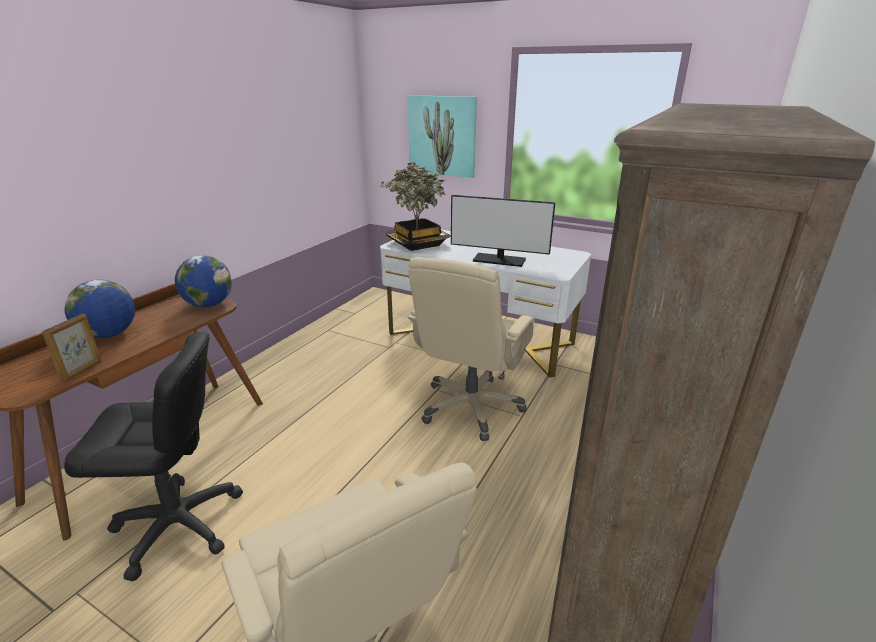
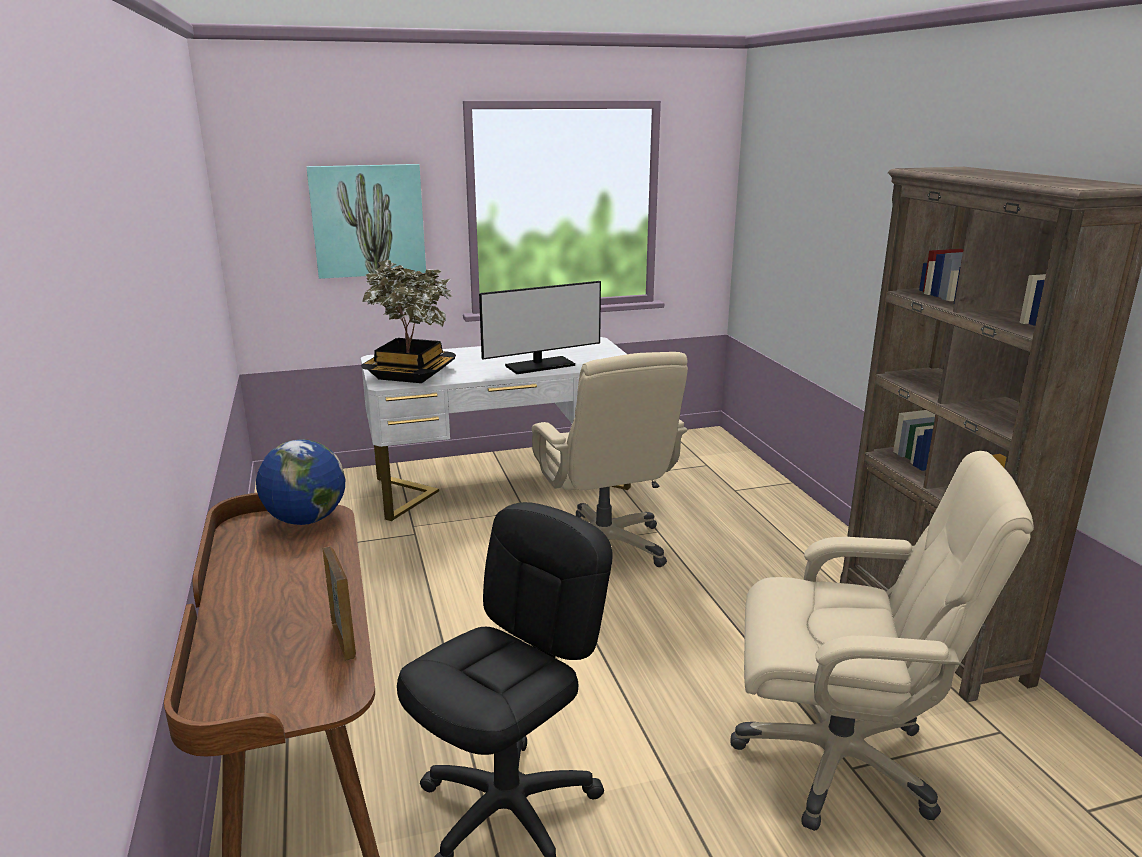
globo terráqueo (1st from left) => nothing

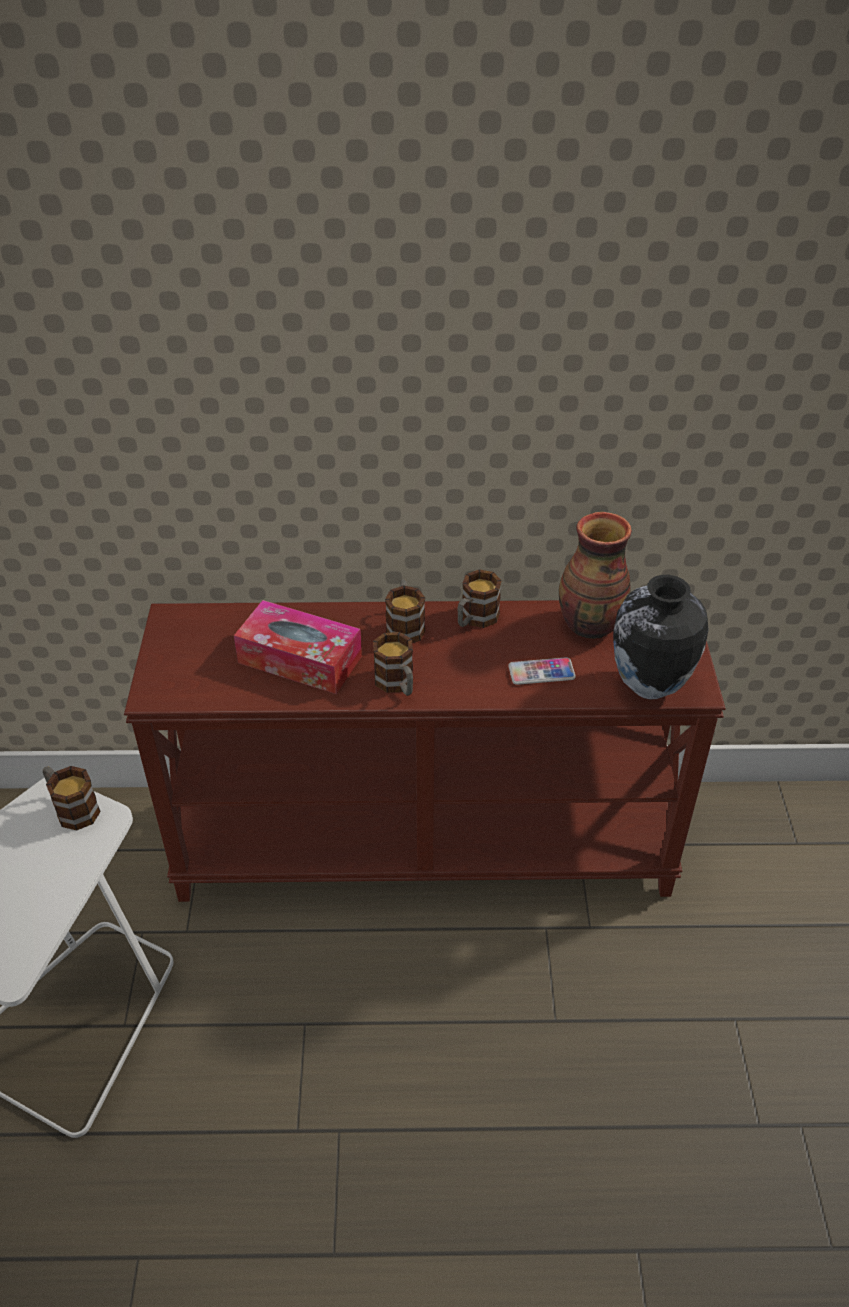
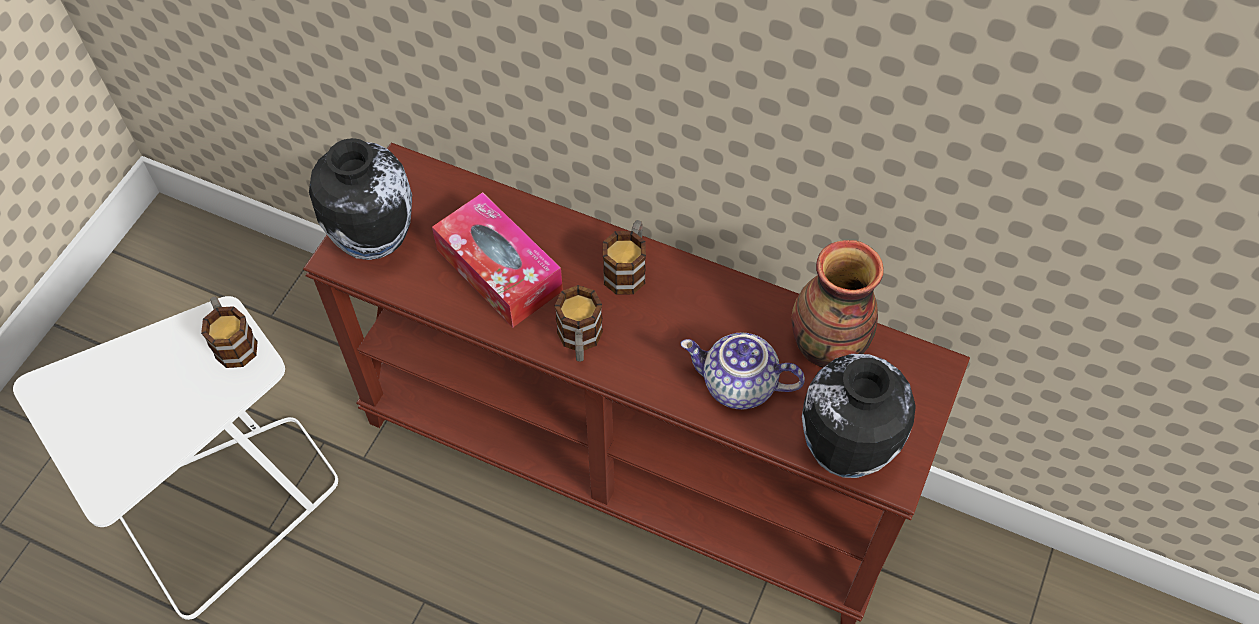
taza grande (4th from left) => nothing
móvil => tetera
nothing => florero (1st from left)

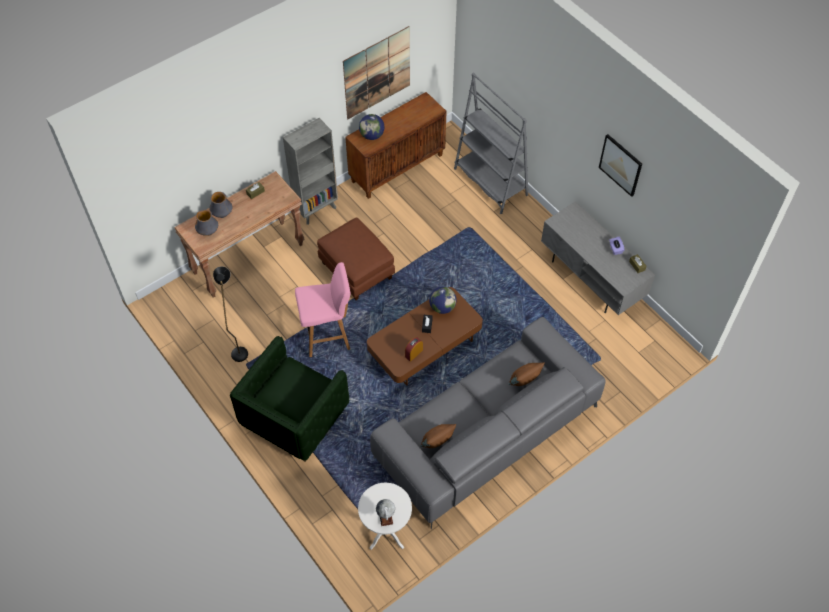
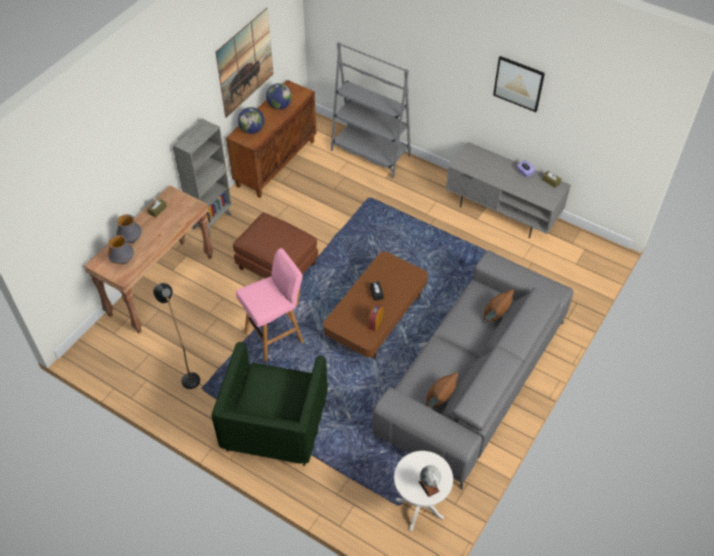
globo terráqueo (3rd from left in the first image) => globo terráqueo (2nd from left), move

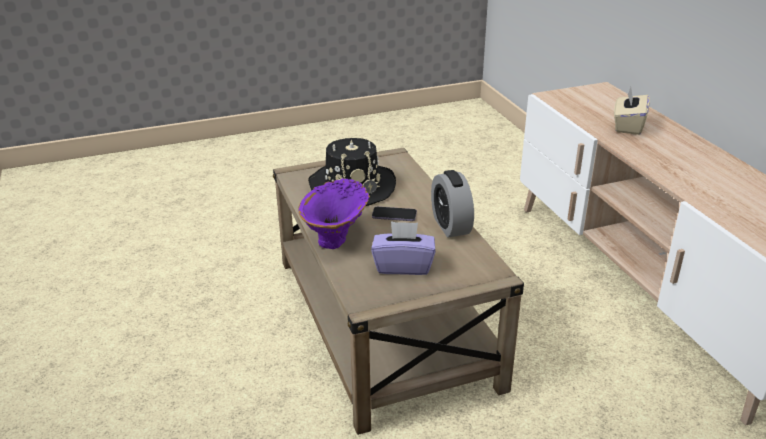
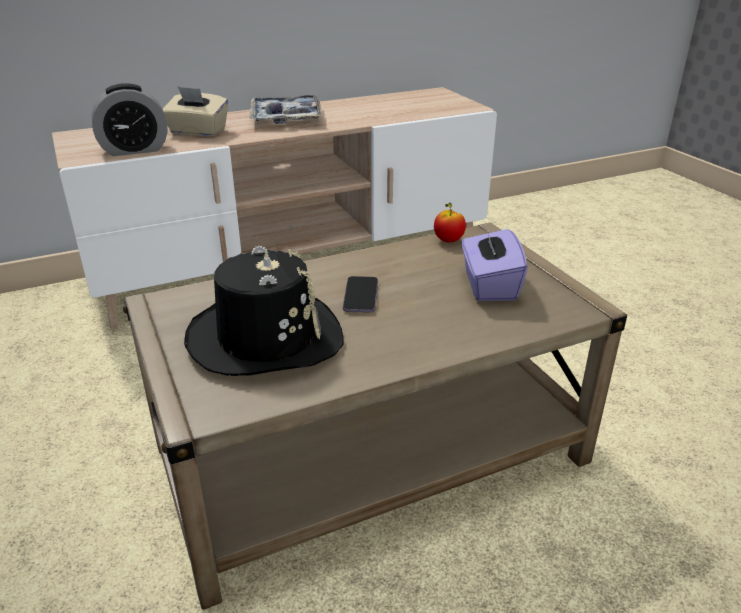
despertador, move
florero [morado] => nothing
nothing => bandeja
nothing => manzana

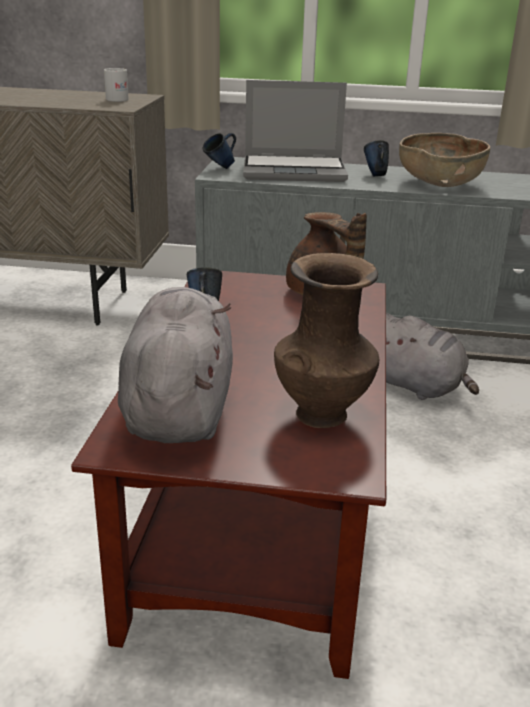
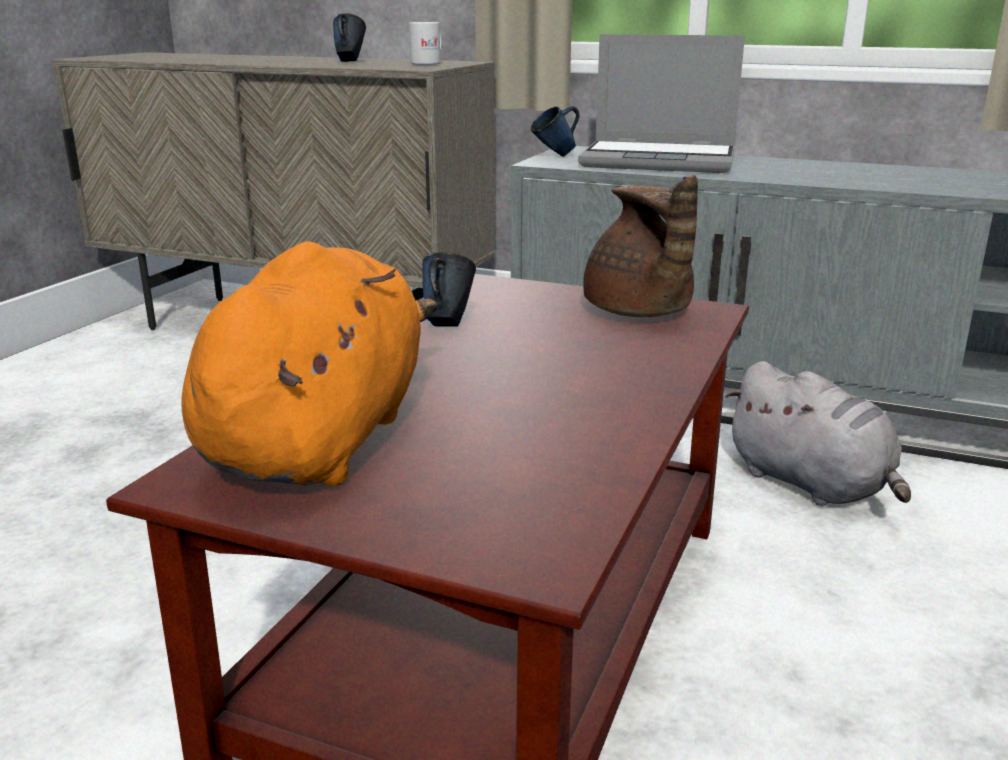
cuenco [marrón] => nothing
taza grande [azul] (3rd from left in the first image) => taza grande [azul] (1st from left), move
florero [marrón] => nothing
peluche [gris] (1st from left) => peluche [naranja]

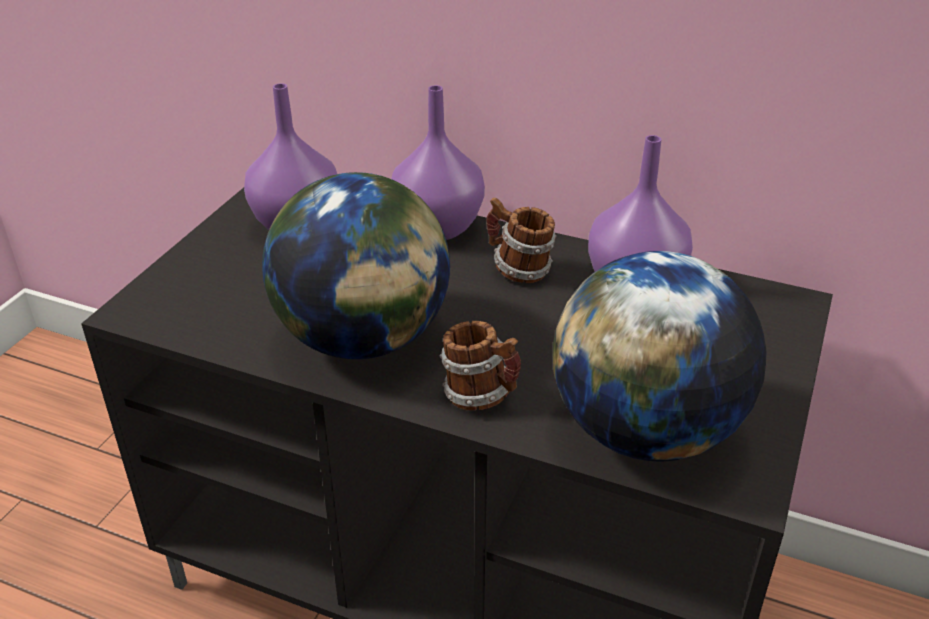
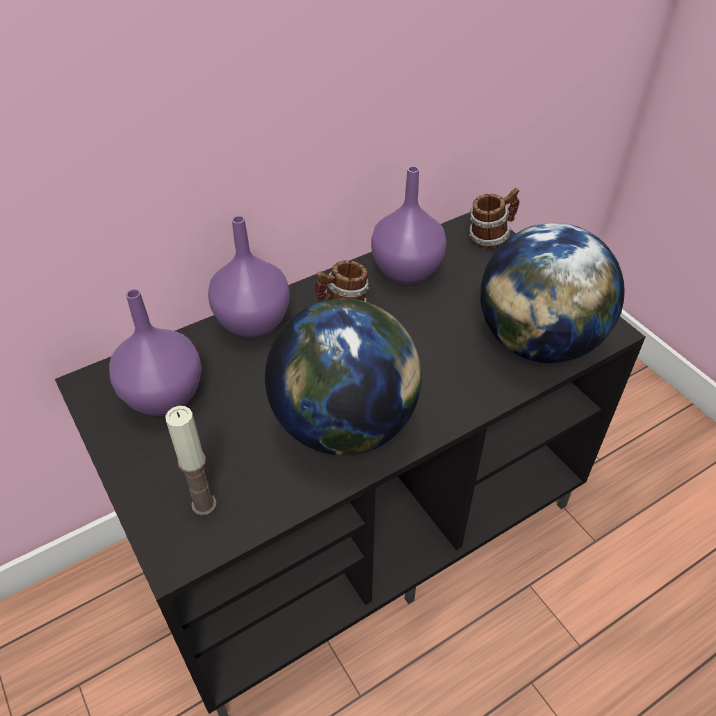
taza grande (1st from left in the first image) => taza grande (2nd from left), move
nothing => vela

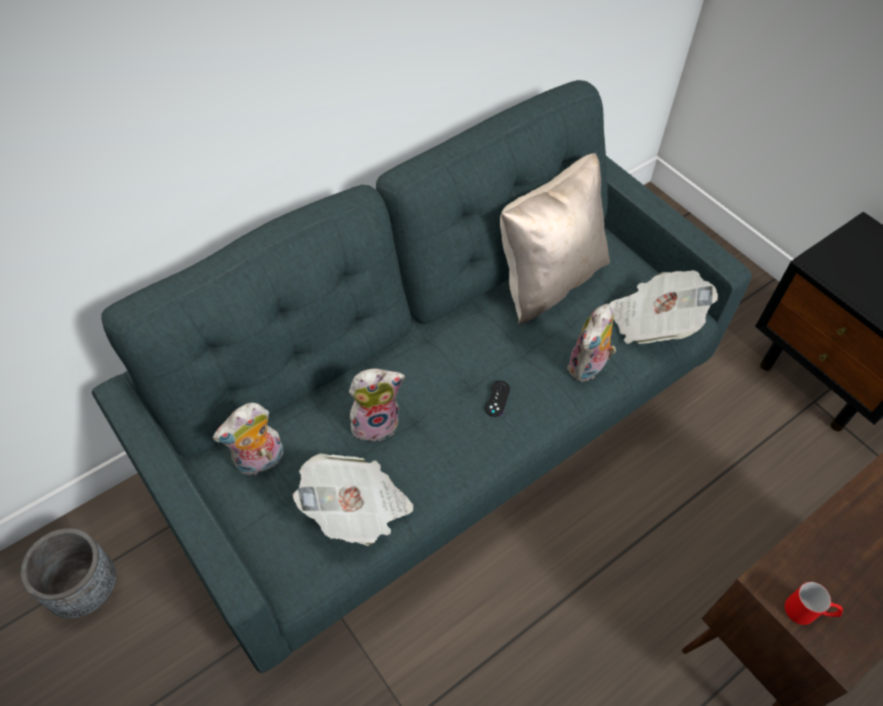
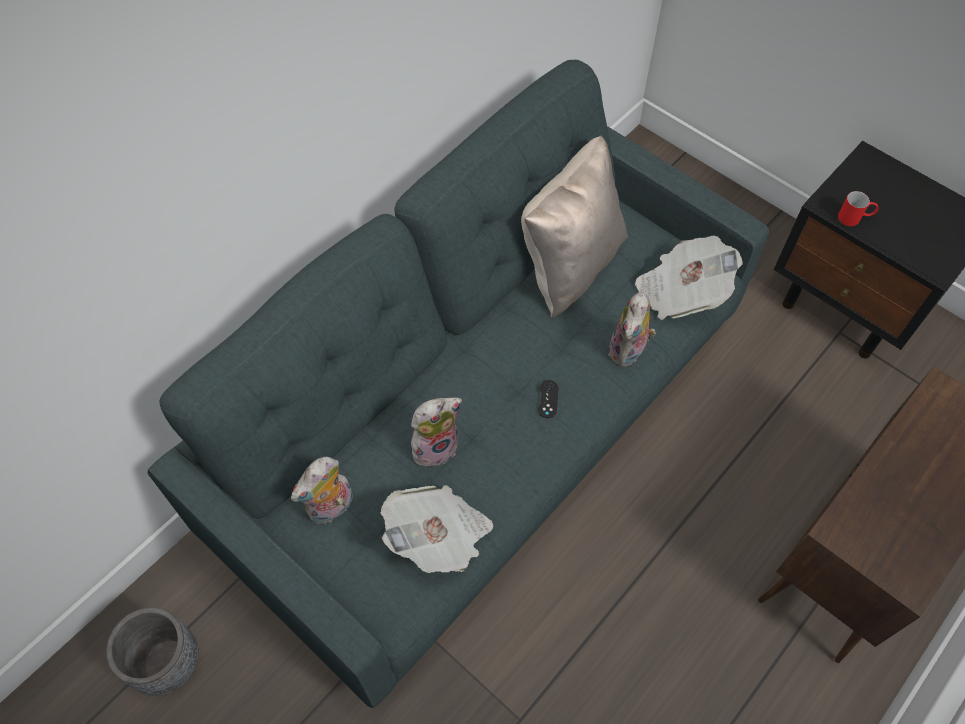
taza grande [rojo], move

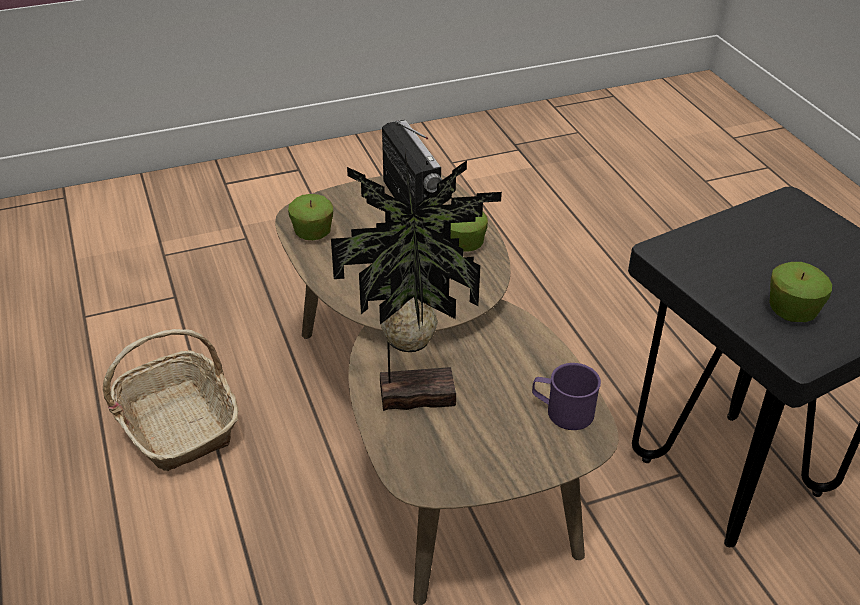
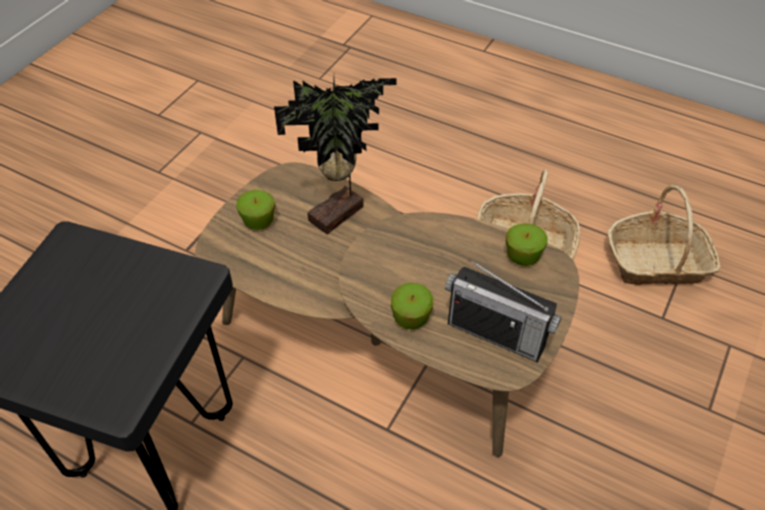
manzana (3rd from left in the first image) => manzana (1st from left), move
taza grande [morado] => nothing
nothing => cesta (2nd from left)

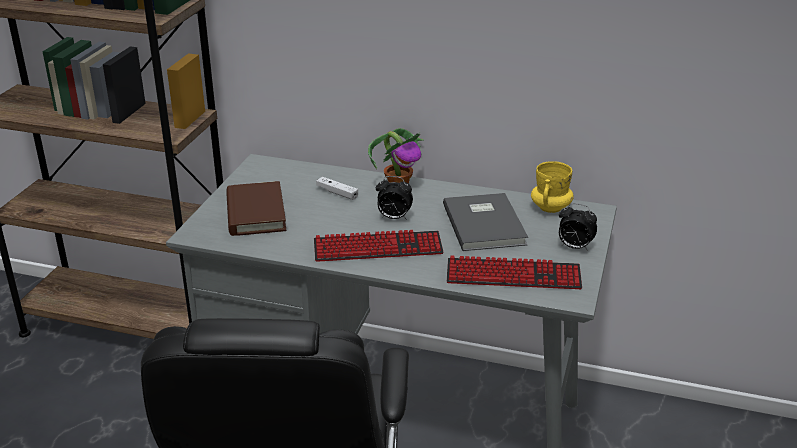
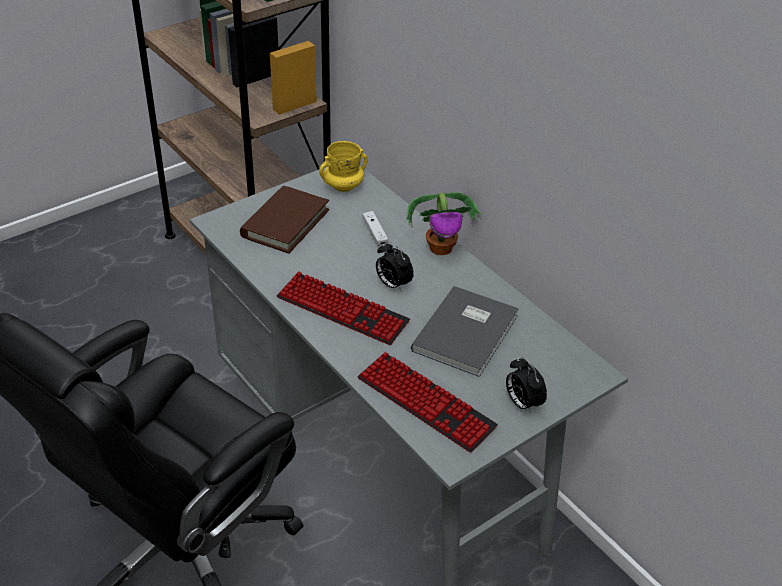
taza grande [amarillo], move

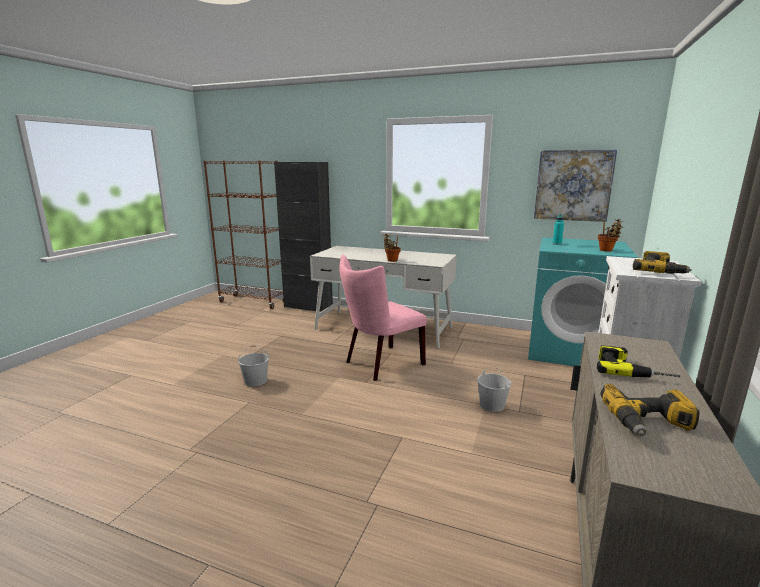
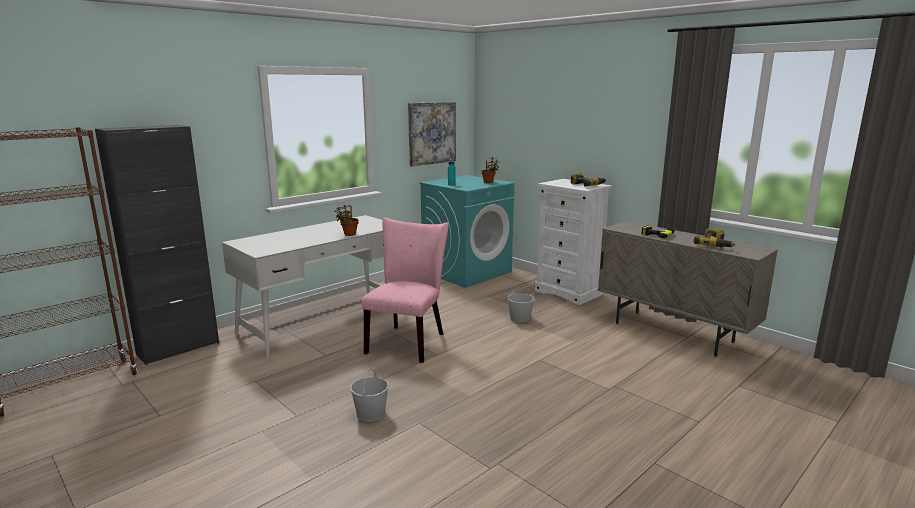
silla [rosa], 150 degrees counterclockwise

